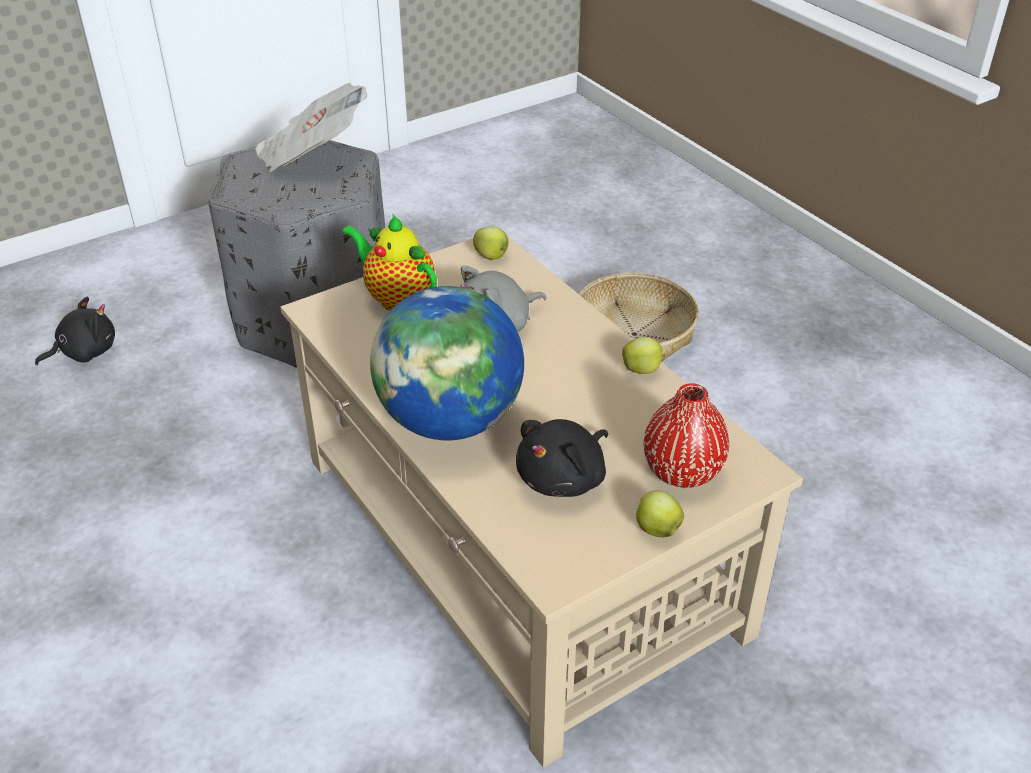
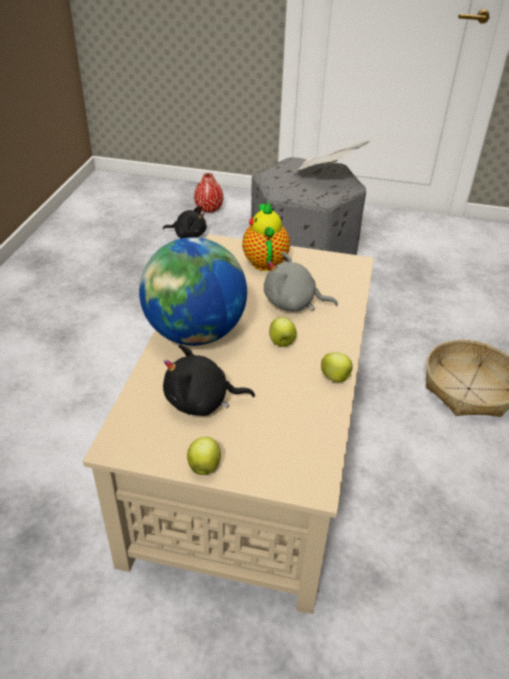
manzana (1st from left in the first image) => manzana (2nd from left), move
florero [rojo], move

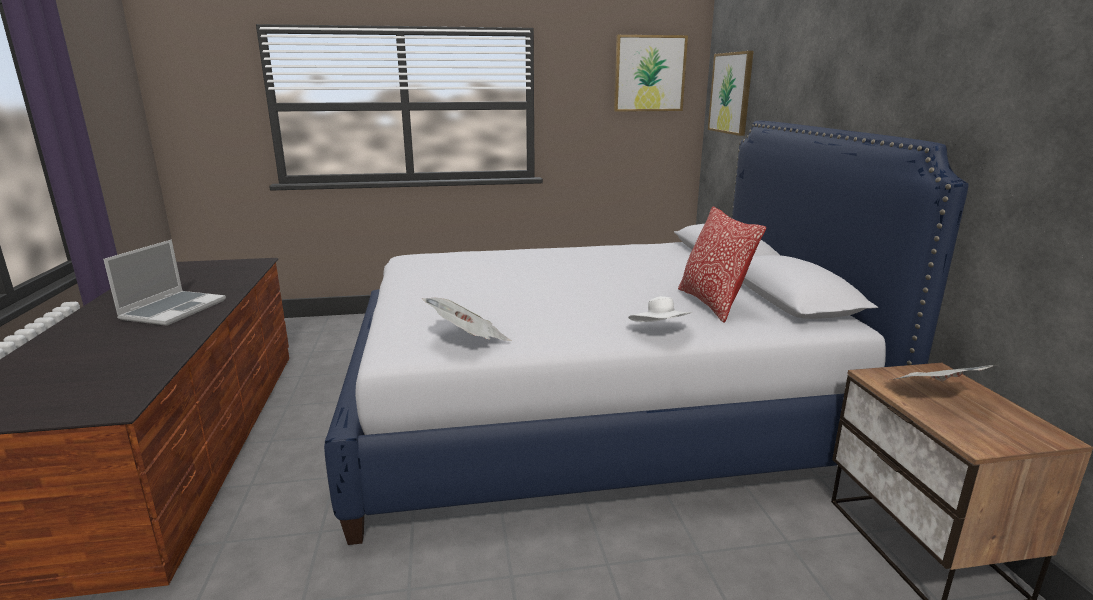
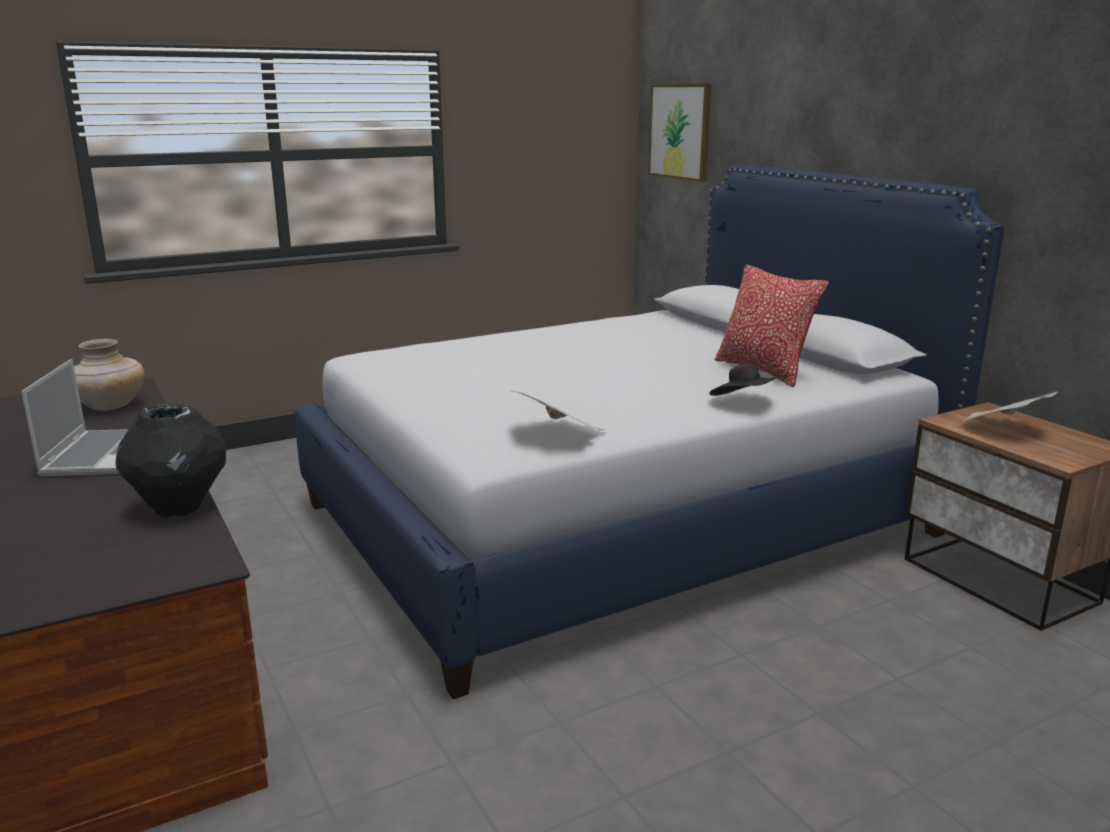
cuadro (1st from left) => nothing
sombrero [blanco] => sombrero [negro]
nothing => florero [beis]
nothing => florero [negro]

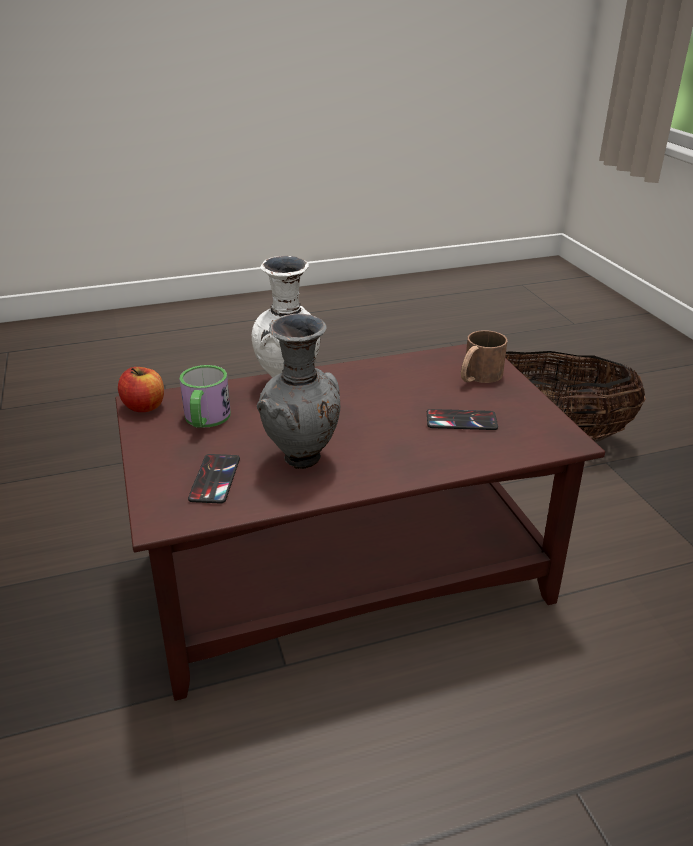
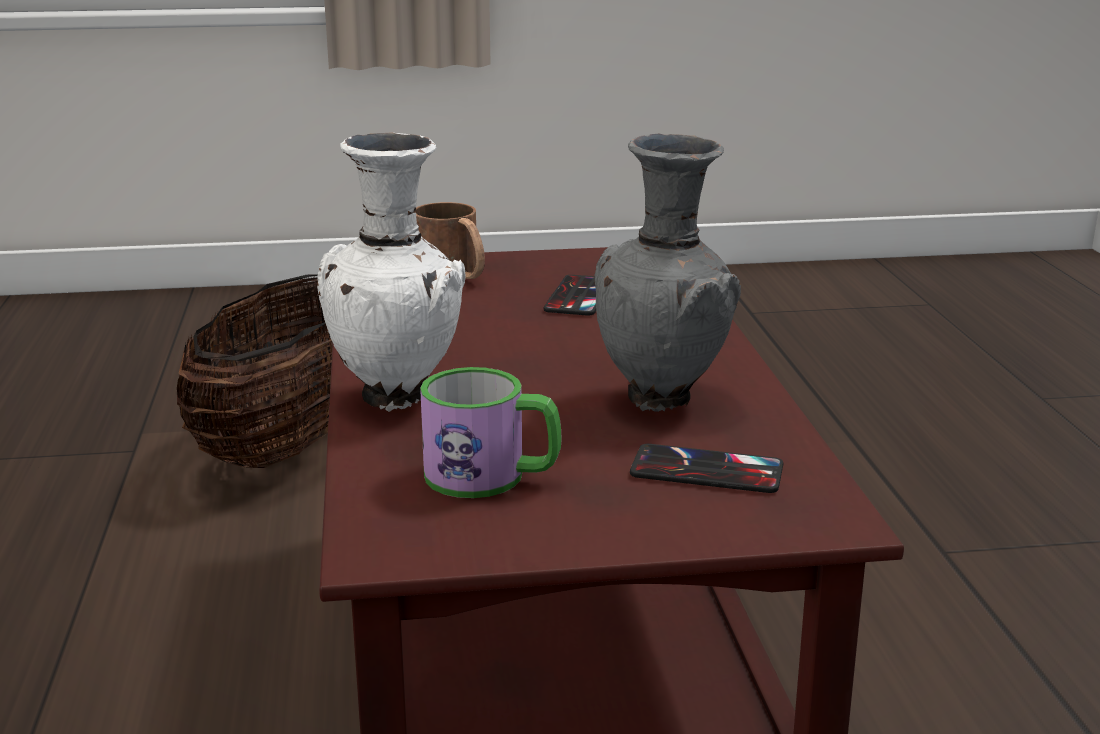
manzana => nothing

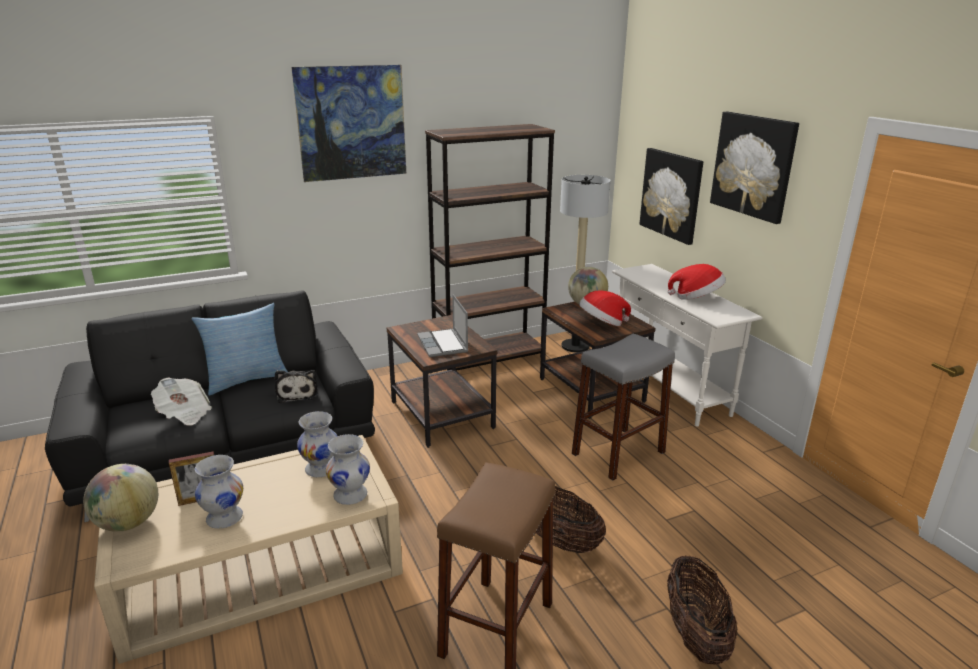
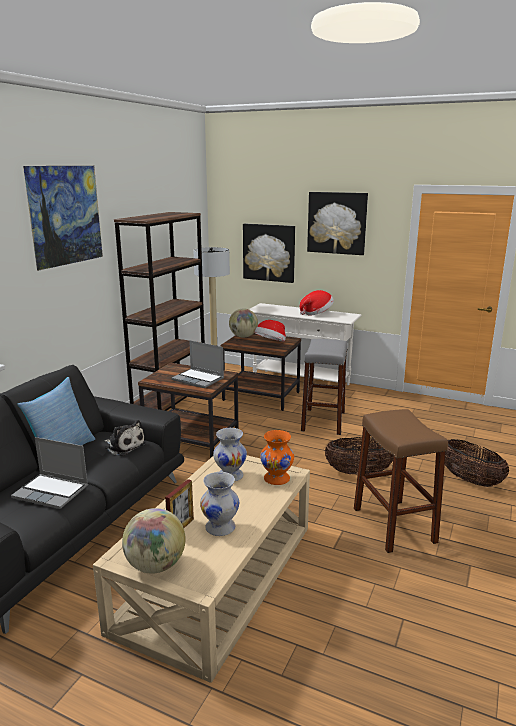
periódico => portátil (1st from left)
florero [blanco] (3rd from left) => florero [naranja]

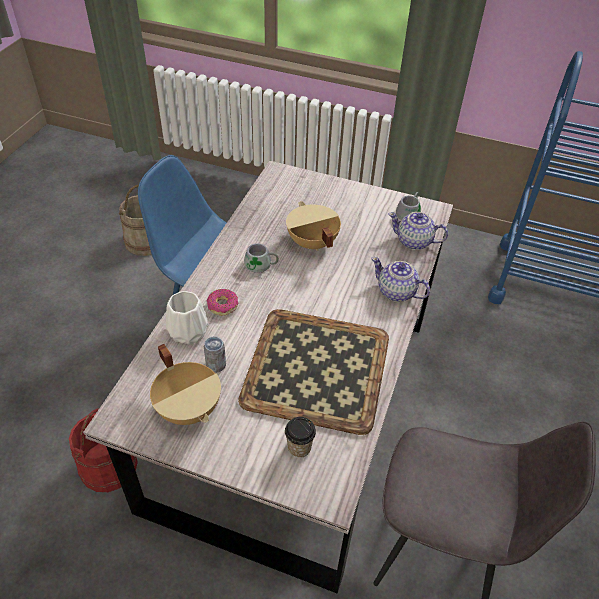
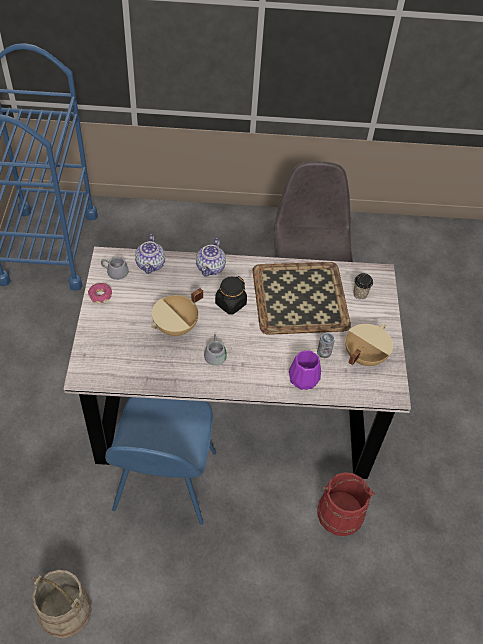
rosquilla, move
florero [blanco] => florero [morado]
nothing => tarro [negro]

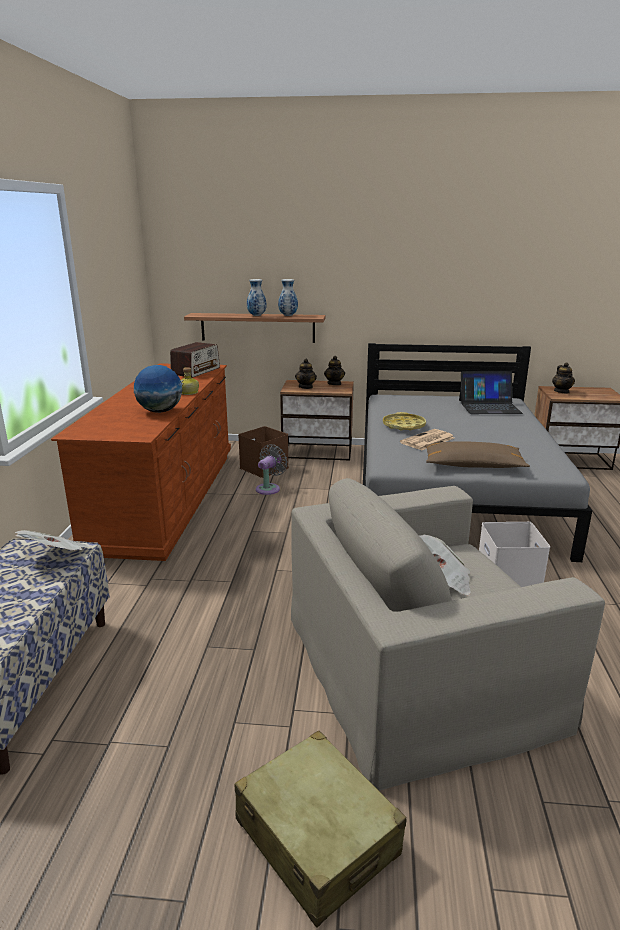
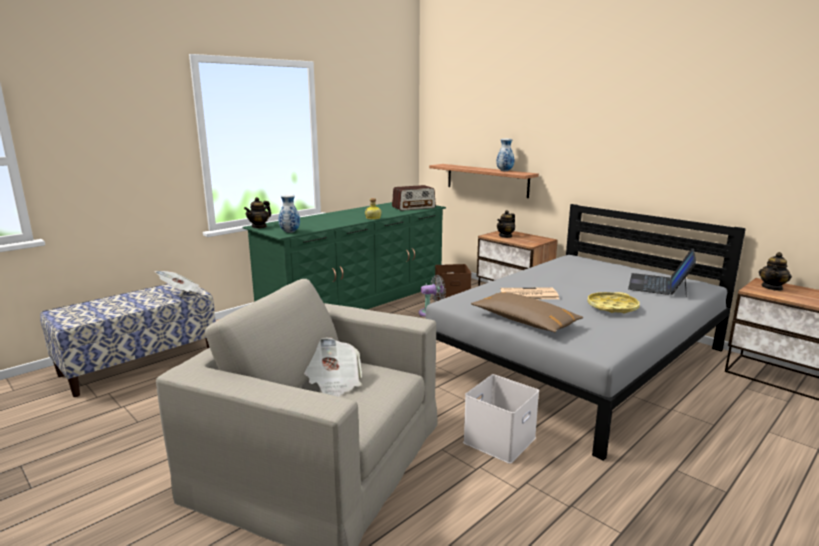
florero (1st from left), move
tetera (2nd from left in the first image) => tetera (1st from left), move
cómoda [marrón] => cómoda [verde]
globo terráqueo => nothing
portátil, 75 degrees clockwise
bandeja [amarillo], move
maleta [beis] => nothing

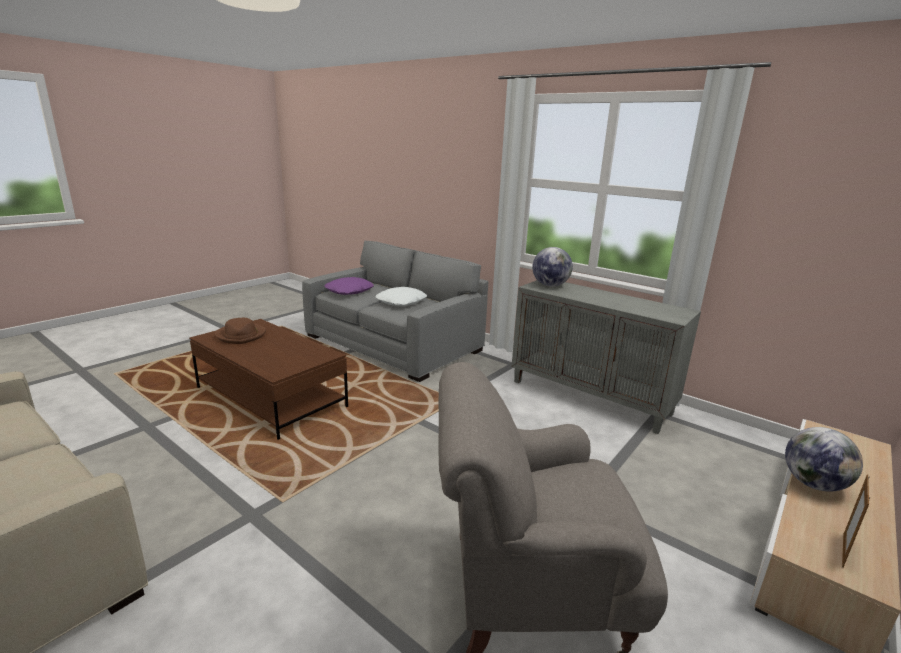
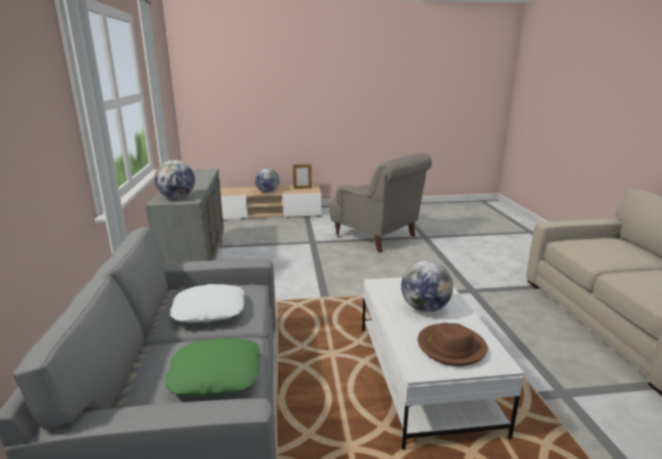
cojín [morado] => cojín [verde]
mesa de centro [marrón] => mesa de centro [blanco]
nothing => globo terráqueo (3rd from left)

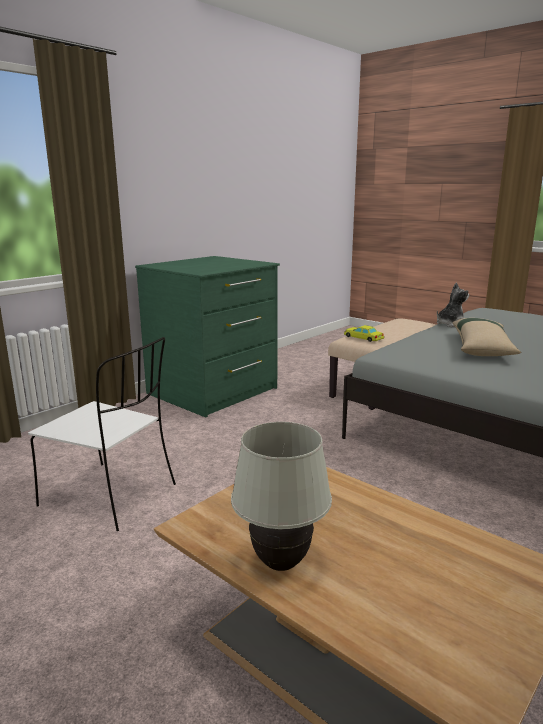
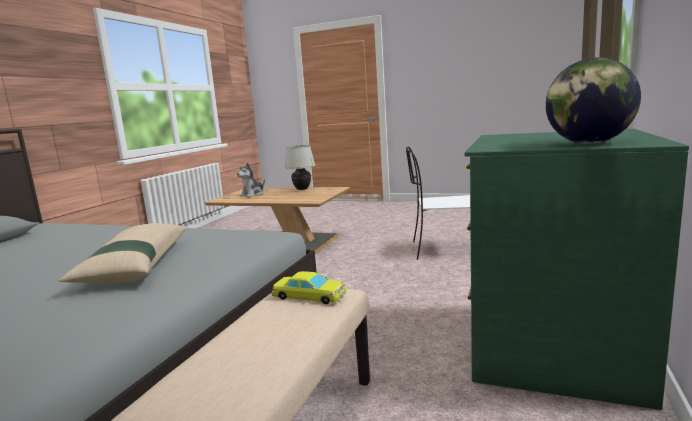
peluche, move
nothing => globo terráqueo

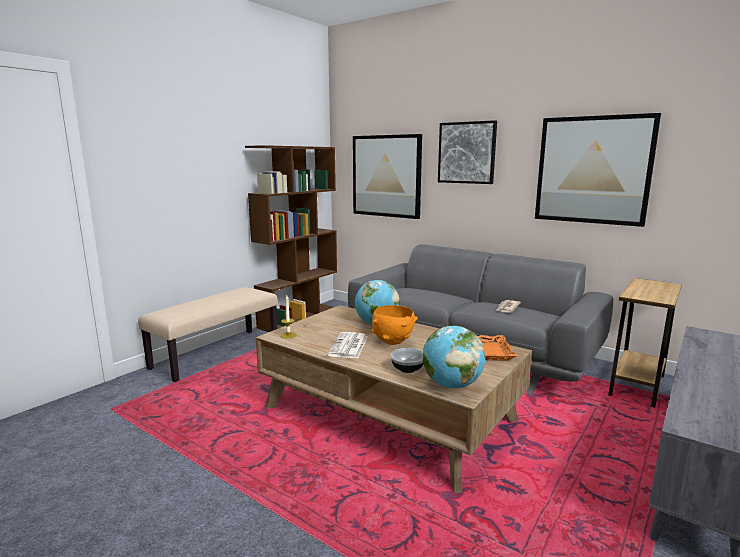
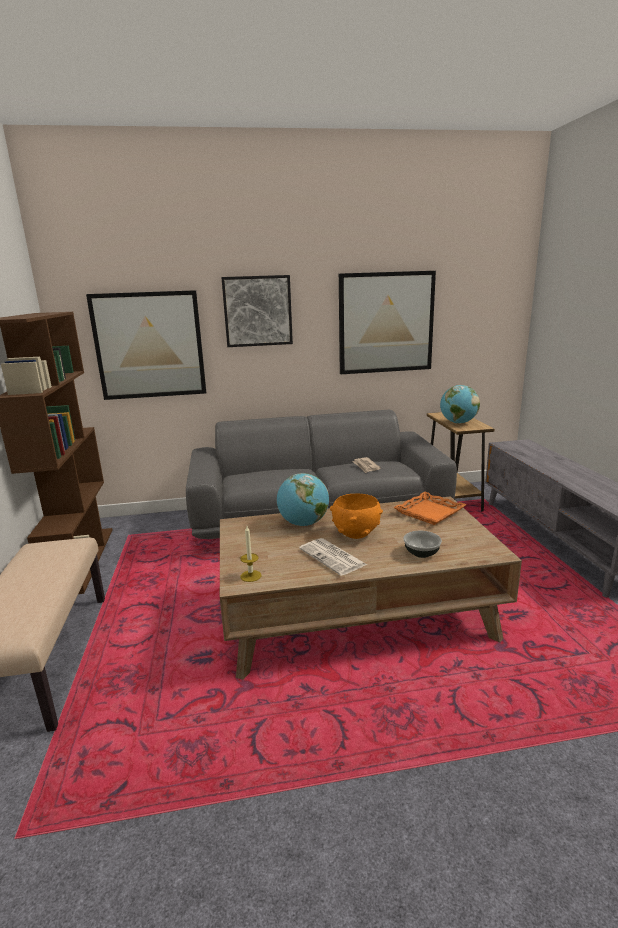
globo terráqueo (2nd from left), move

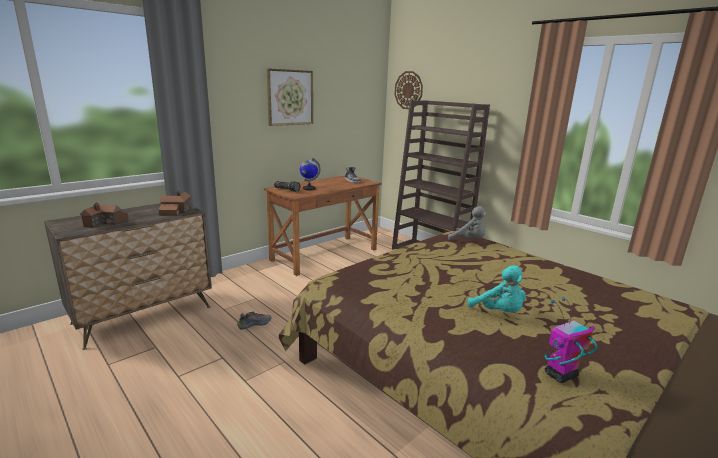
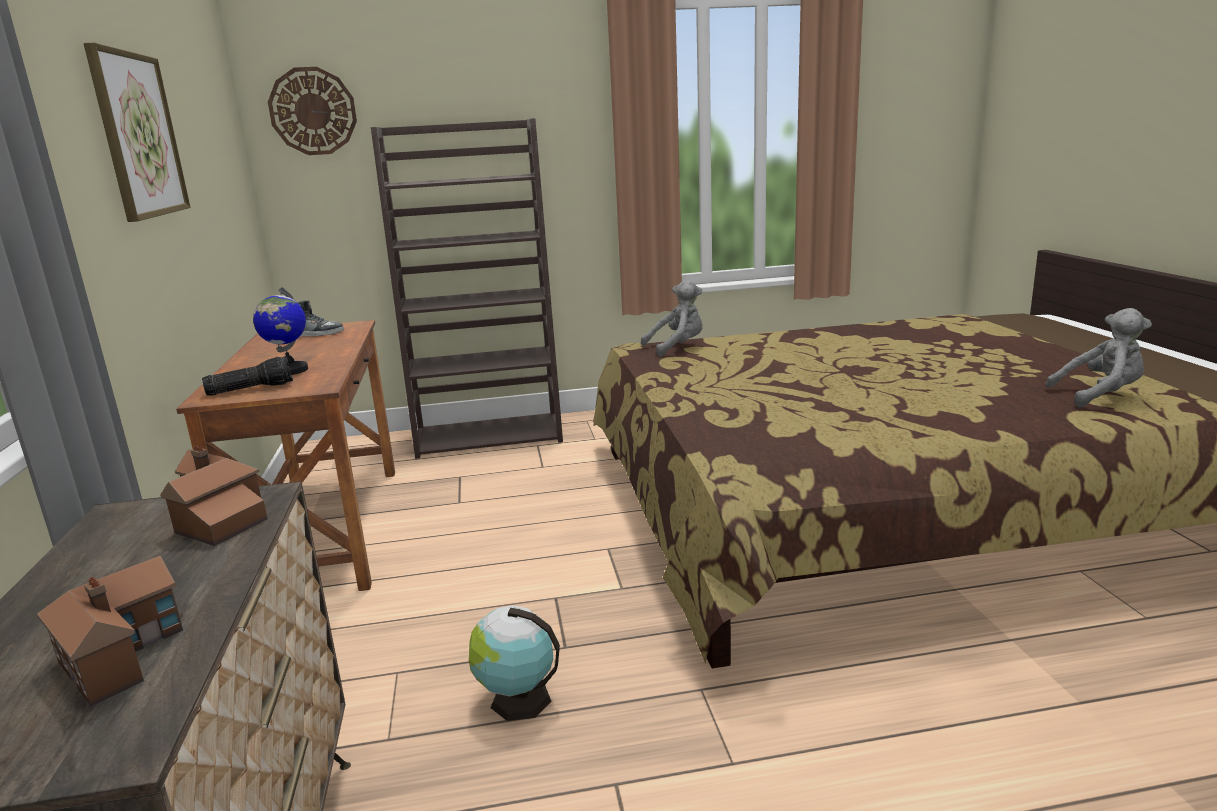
peluche [turquesa] => nothing
robot de juguete => peluche [gris] (2nd from left)
zapato (1st from left) => globo terráqueo (2nd from left)

